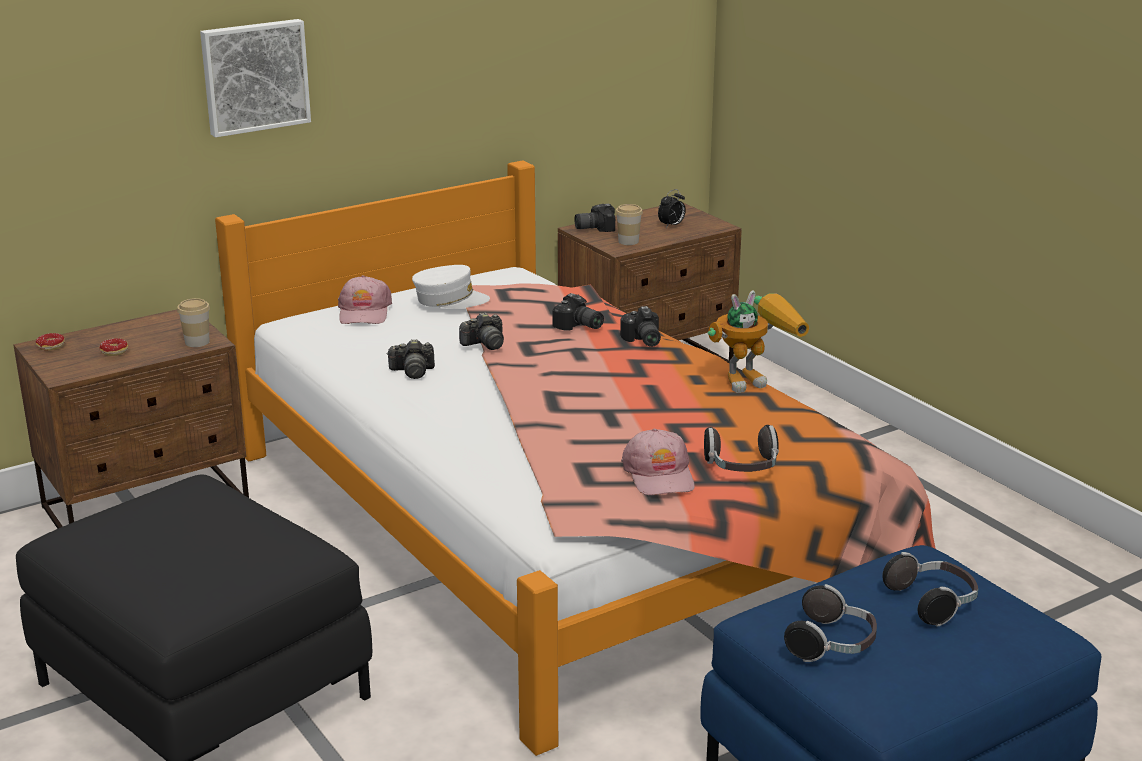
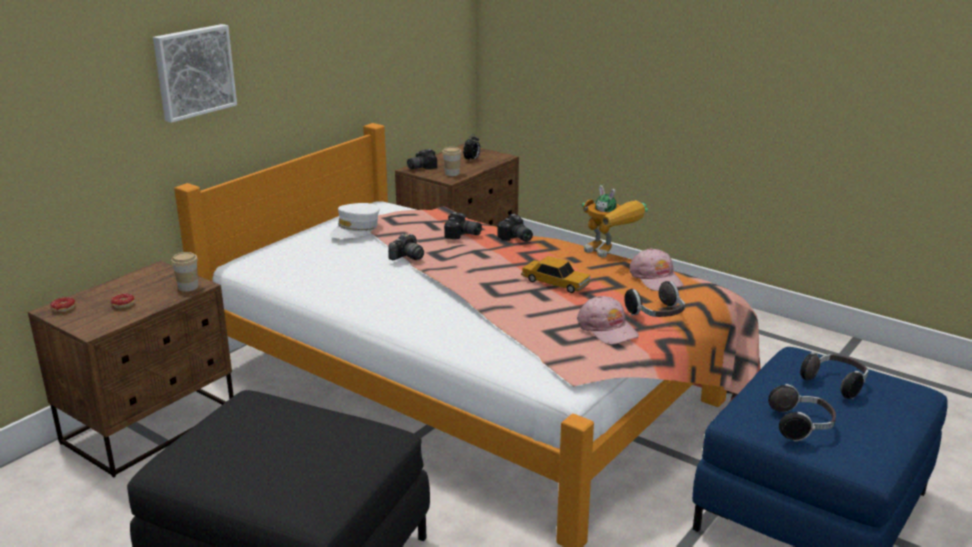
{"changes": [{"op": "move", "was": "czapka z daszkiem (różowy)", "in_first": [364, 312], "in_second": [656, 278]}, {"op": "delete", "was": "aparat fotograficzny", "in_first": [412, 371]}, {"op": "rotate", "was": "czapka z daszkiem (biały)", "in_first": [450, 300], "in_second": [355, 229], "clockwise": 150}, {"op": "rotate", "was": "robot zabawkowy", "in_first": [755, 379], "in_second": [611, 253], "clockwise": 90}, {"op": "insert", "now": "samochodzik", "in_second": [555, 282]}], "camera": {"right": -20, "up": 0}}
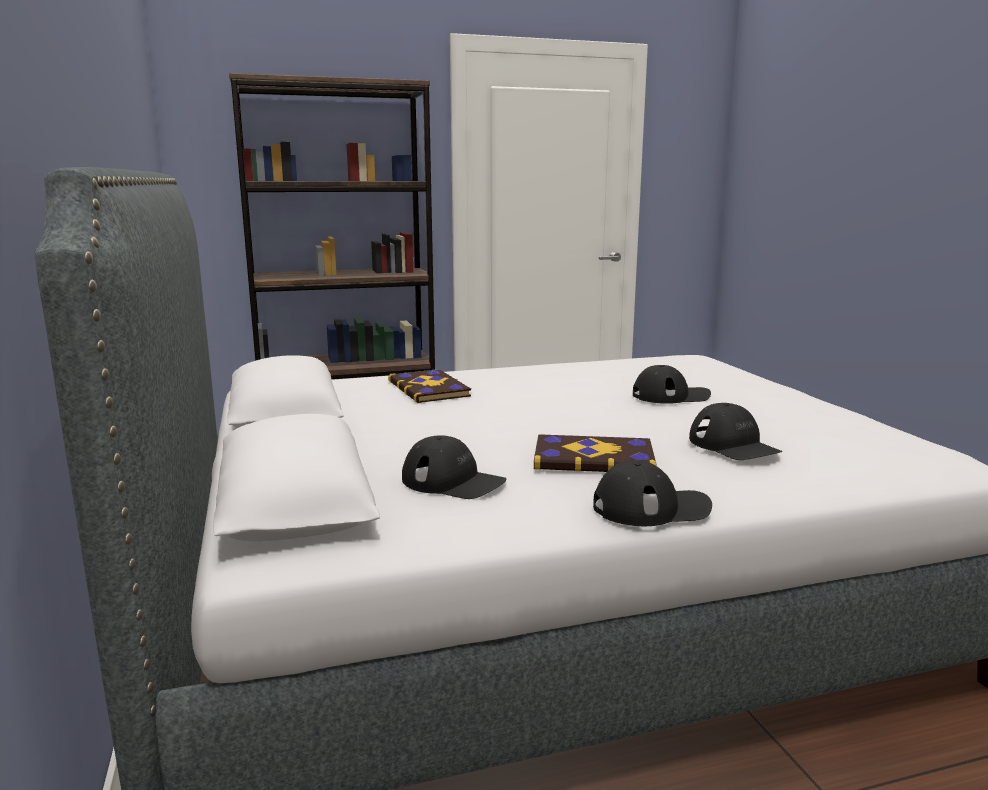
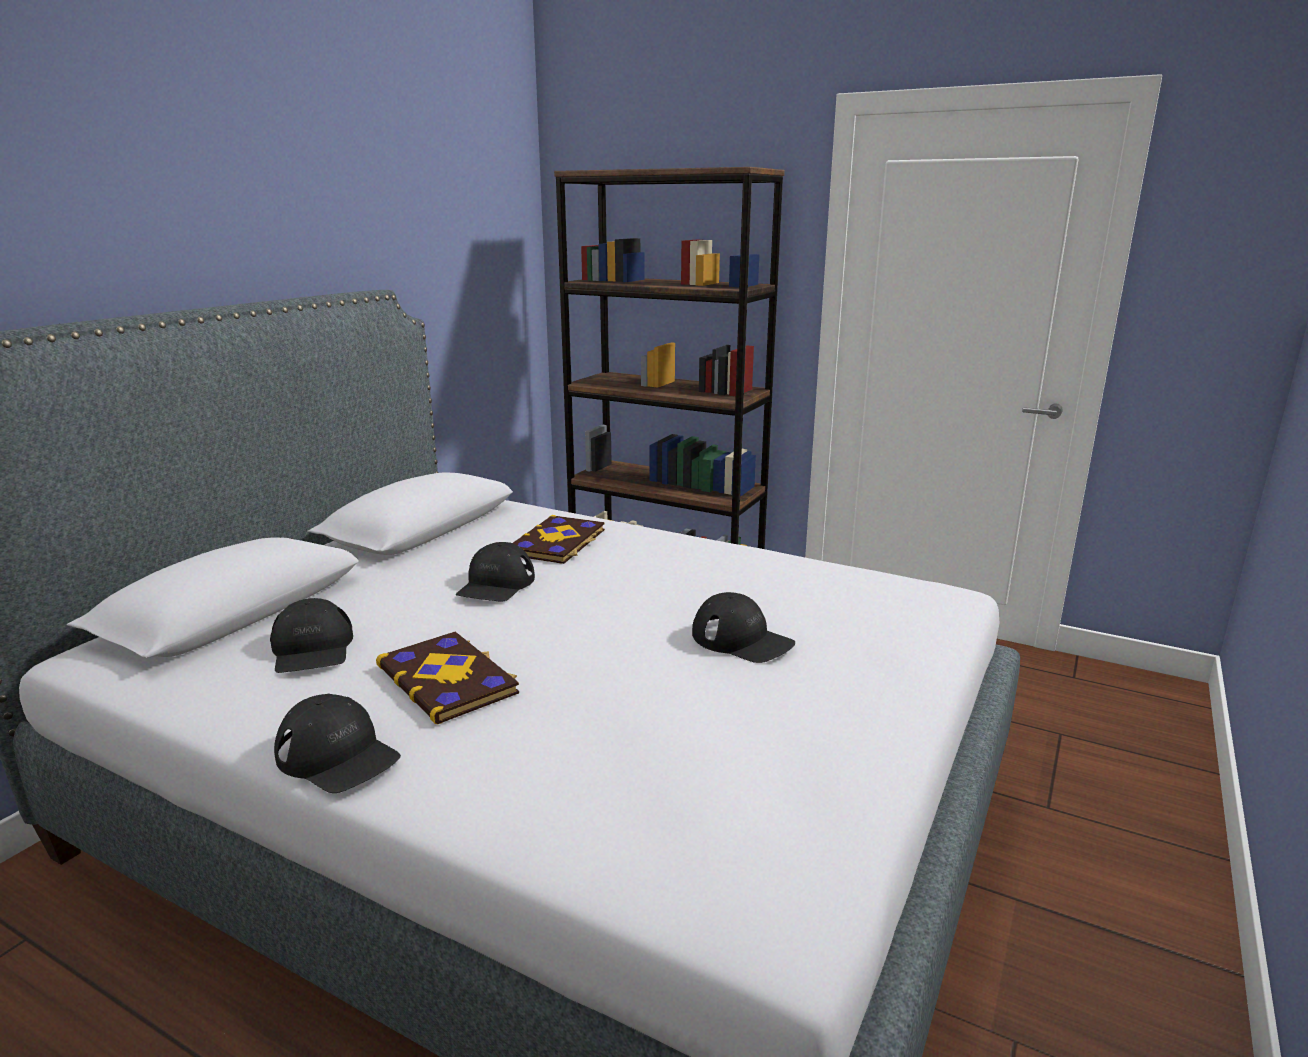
{"changes": [{"op": "move", "was": "czapka z daszkiem (czarny)", "in_first": [733, 445], "in_second": [496, 584]}], "camera": {"right": 45, "up": 5}}
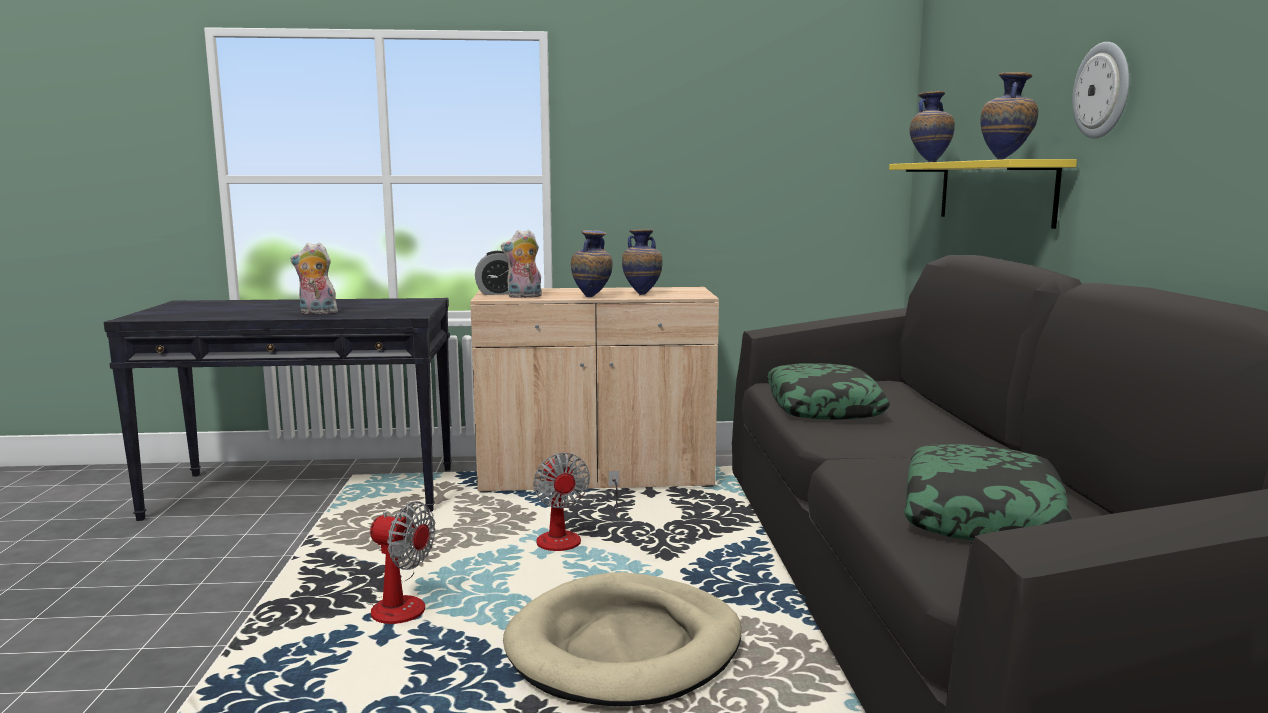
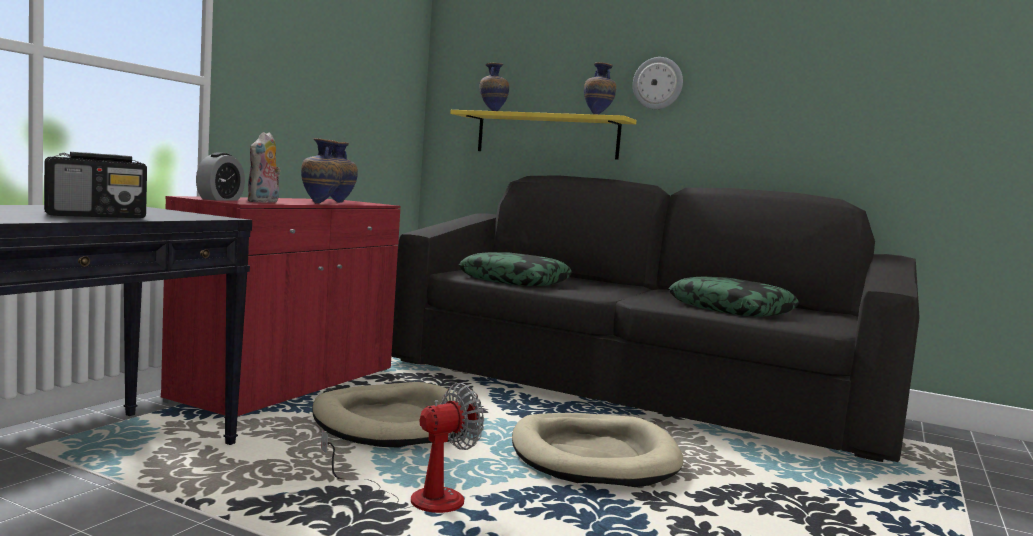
{"changes": [{"op": "replace", "was": "pluszak", "now": "radio", "in_first": [316, 313], "in_second": [97, 216]}, {"op": "recolor", "was": "szafka (beżowy)", "now": "szafka (czerwony)", "in_first": [596, 477], "in_second": [288, 385]}, {"op": "replace", "was": "wentylator", "now": "legowisko (beżowy)", "in_first": [569, 537], "in_second": [393, 422]}], "camera": {"right": -60, "up": -5}}
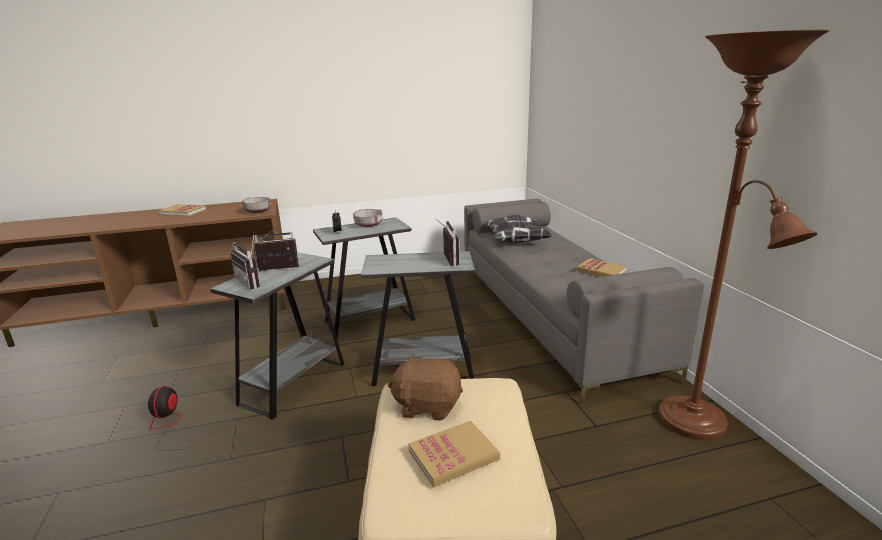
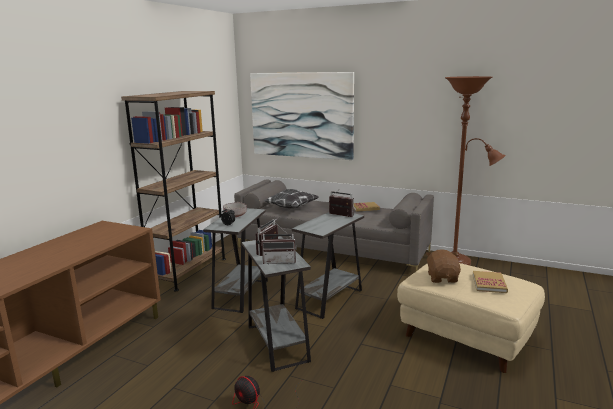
{"changes": [{"op": "delete", "was": "książka", "in_first": [183, 212]}, {"op": "delete", "was": "miska (szary)", "in_first": [258, 212]}, {"op": "rotate", "was": "pluszak (brązowy)", "in_first": [427, 406], "in_second": [442, 278], "clockwise": 135}, {"op": "insert", "now": "regał (brązowy)", "in_second": [188, 271]}, {"op": "insert", "now": "obraz", "in_second": [301, 115]}], "camera": {"right": -50, "up": -5}}
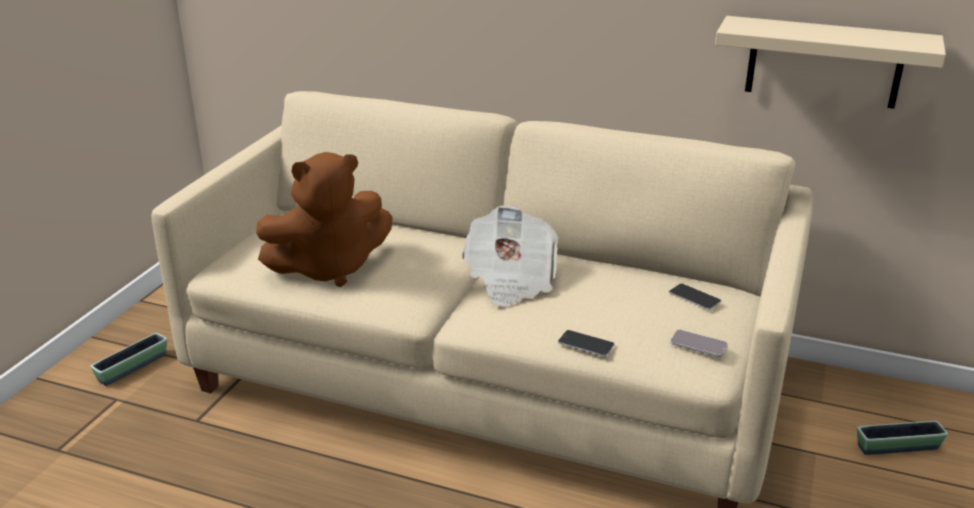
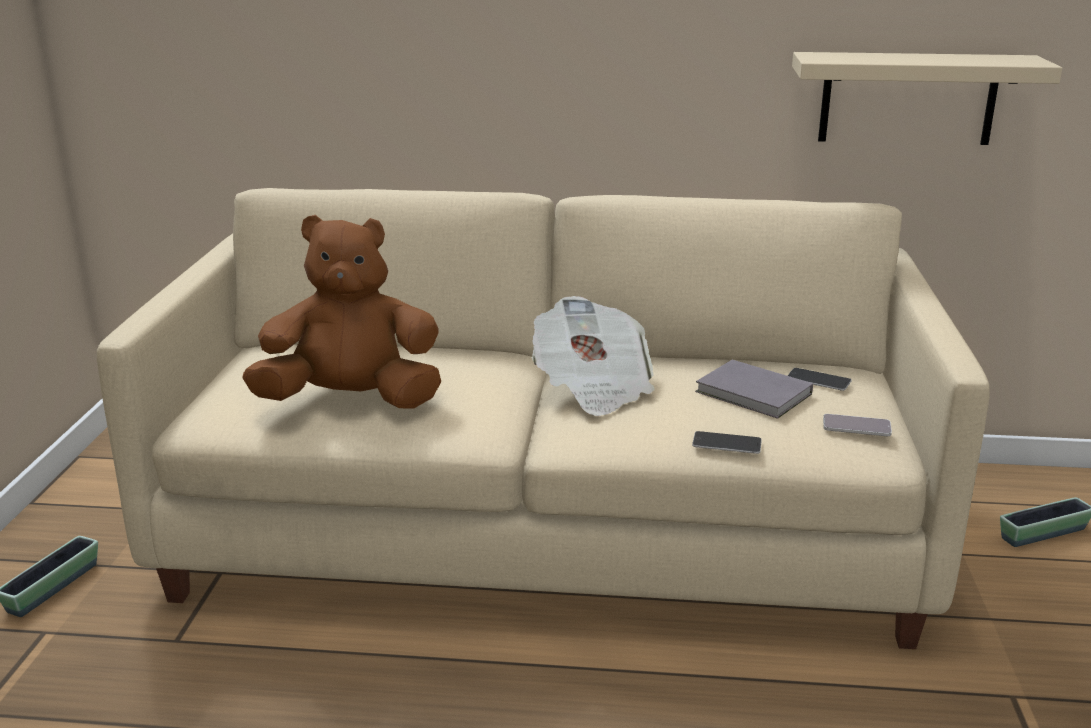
{"changes": [{"op": "rotate", "was": "pluszak (brązowy)", "in_first": [329, 268], "in_second": [351, 401], "clockwise": -150}, {"op": "insert", "now": "książka (szary)", "in_second": [755, 394]}], "camera": {"right": -15, "up": -5}}
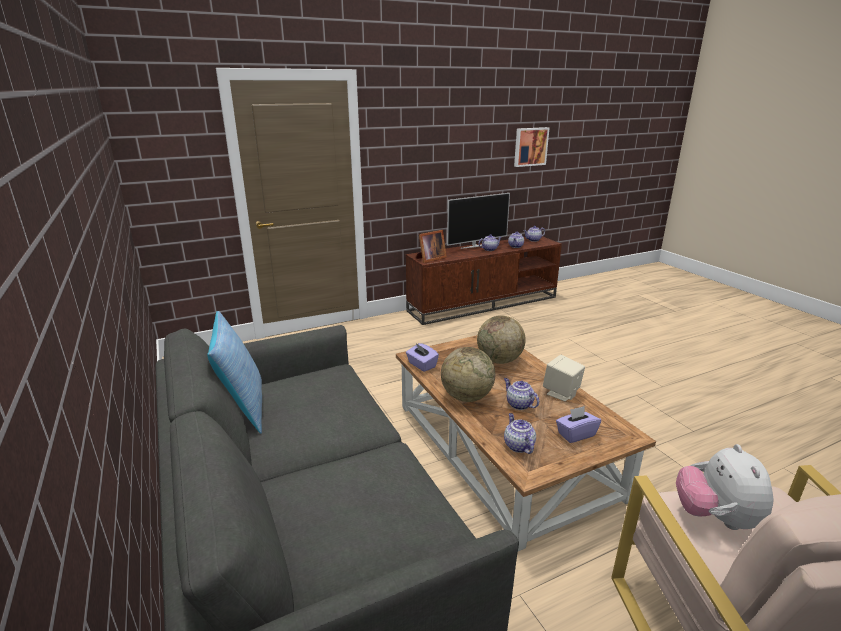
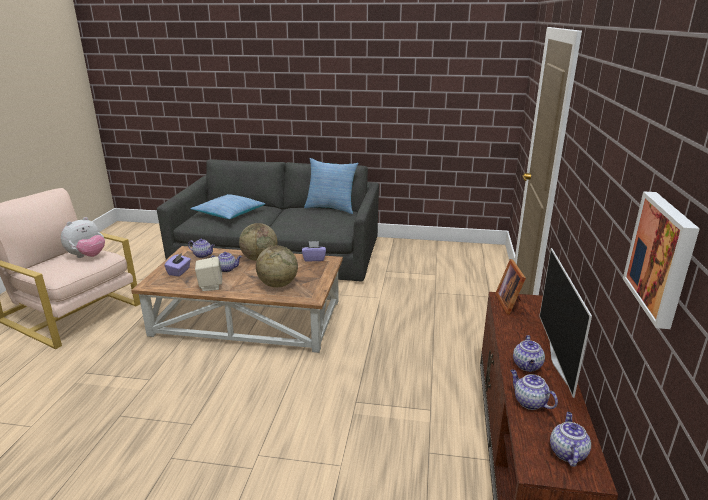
{"changes": [{"op": "rotate", "was": "pluszak", "in_first": [715, 518], "in_second": [87, 256], "clockwise": 90}, {"op": "insert", "now": "poduszka", "in_second": [229, 213]}], "camera": {"right": 125, "up": 0}}
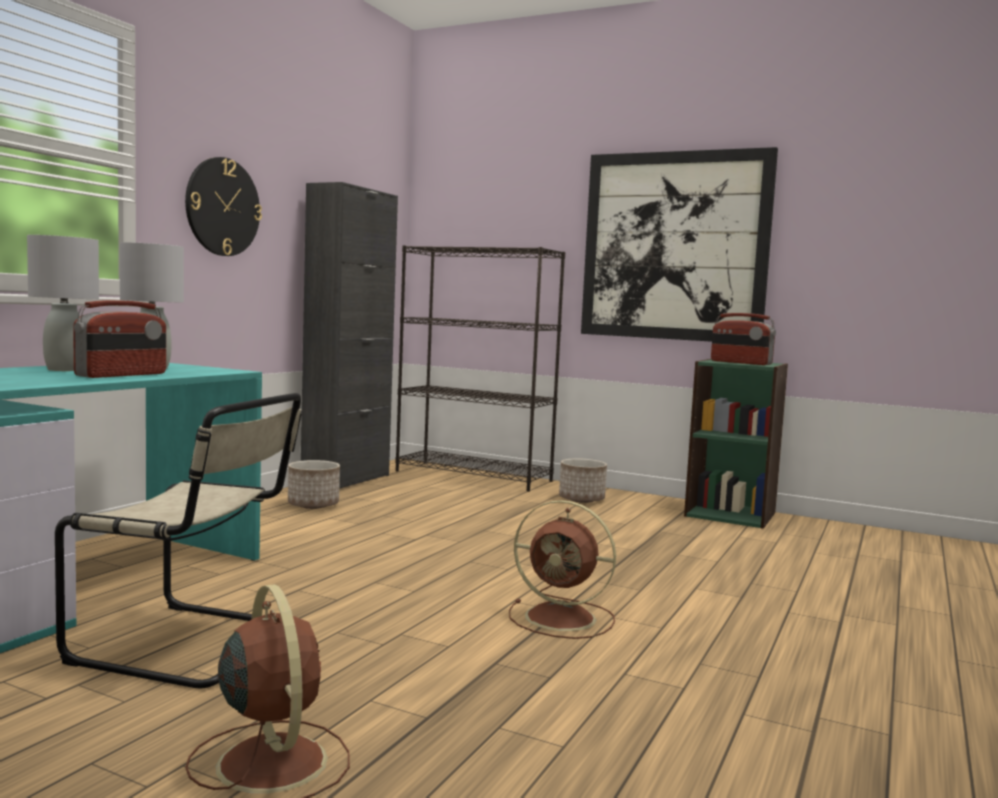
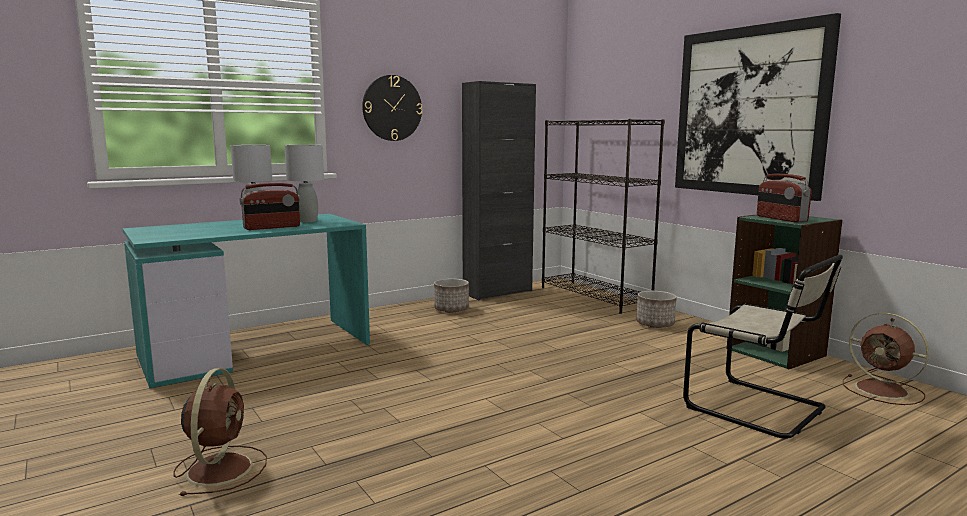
{"changes": [{"op": "move", "was": "krzesło (beżowy)", "in_first": [193, 645], "in_second": [759, 409]}, {"op": "move", "was": "wentylator (brązowy)", "in_first": [563, 618], "in_second": [884, 390]}], "camera": {"right": 30, "up": 5}}
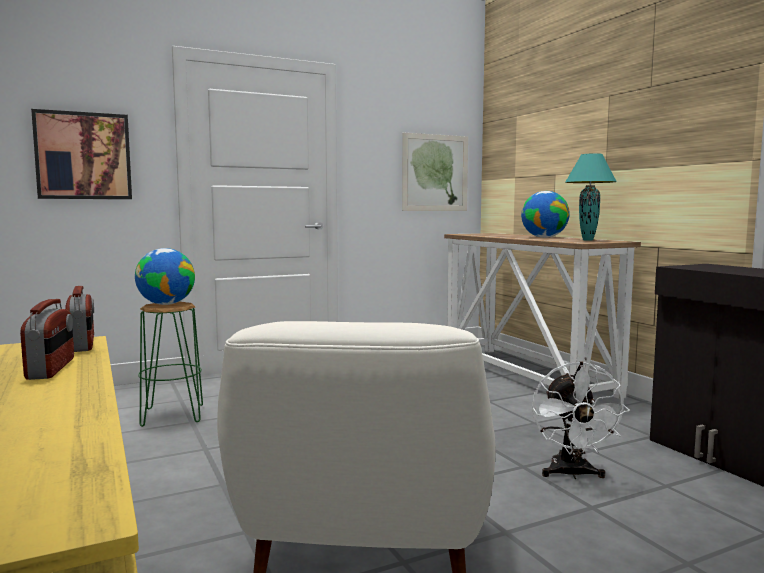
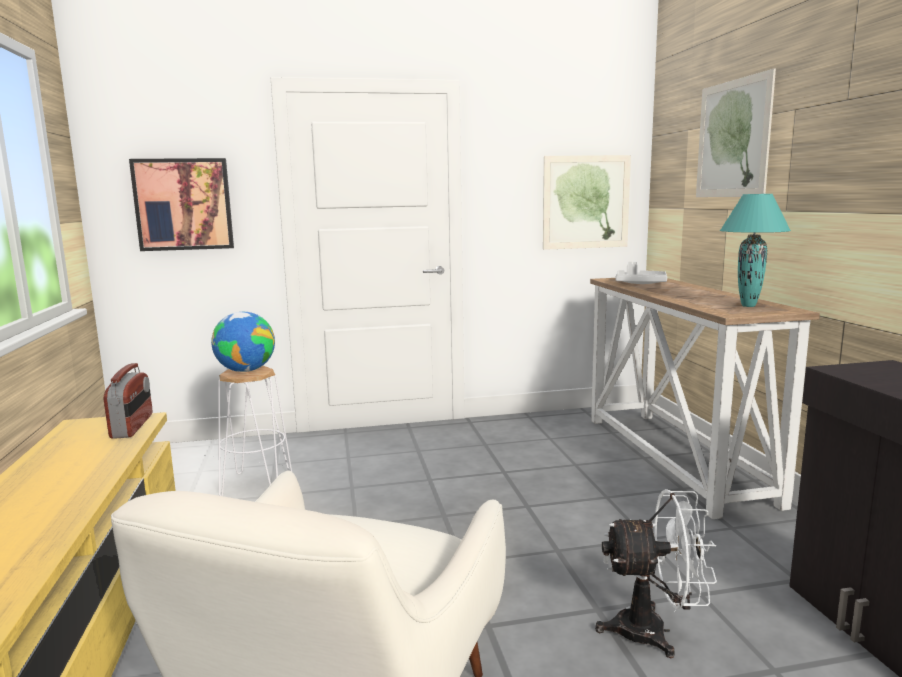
{"changes": [{"op": "delete", "was": "radio", "in_first": [51, 369]}, {"op": "recolor", "was": "stołek (zielony)", "now": "stołek (biały)", "in_first": [172, 415], "in_second": [256, 485]}, {"op": "delete", "was": "globus", "in_first": [544, 237]}, {"op": "rotate", "was": "wentylator (biały)", "in_first": [572, 474], "in_second": [654, 631], "clockwise": -105}, {"op": "insert", "now": "taca (szary)", "in_second": [640, 283]}, {"op": "insert", "now": "obraz", "in_second": [732, 139]}], "camera": {"right": 15, "up": 5}}
